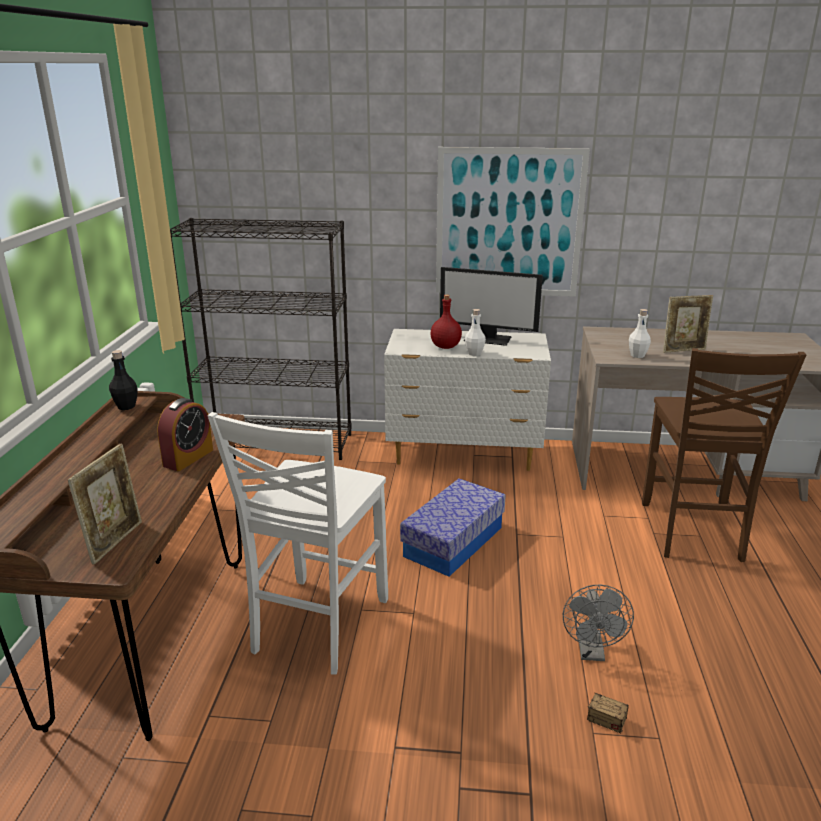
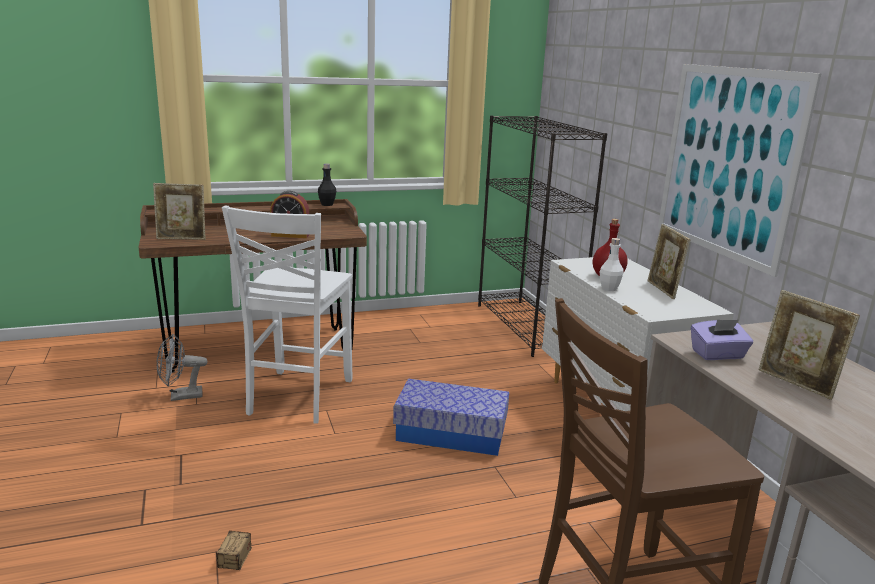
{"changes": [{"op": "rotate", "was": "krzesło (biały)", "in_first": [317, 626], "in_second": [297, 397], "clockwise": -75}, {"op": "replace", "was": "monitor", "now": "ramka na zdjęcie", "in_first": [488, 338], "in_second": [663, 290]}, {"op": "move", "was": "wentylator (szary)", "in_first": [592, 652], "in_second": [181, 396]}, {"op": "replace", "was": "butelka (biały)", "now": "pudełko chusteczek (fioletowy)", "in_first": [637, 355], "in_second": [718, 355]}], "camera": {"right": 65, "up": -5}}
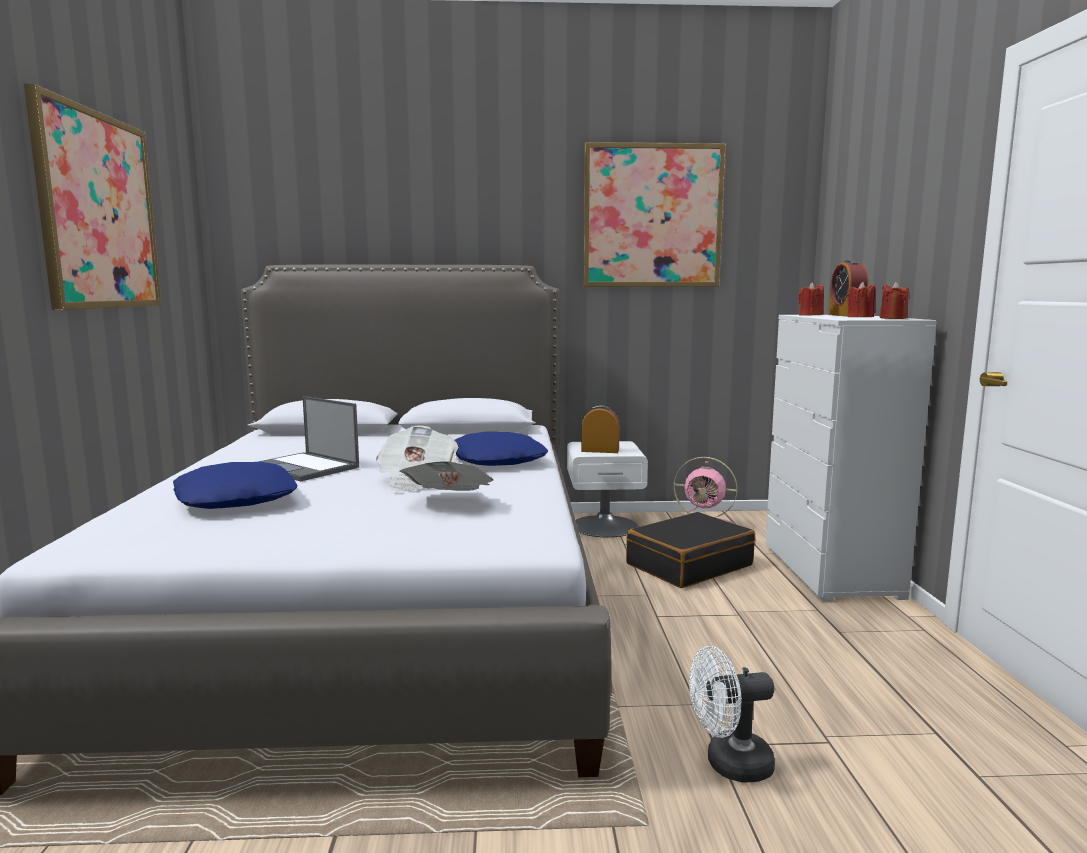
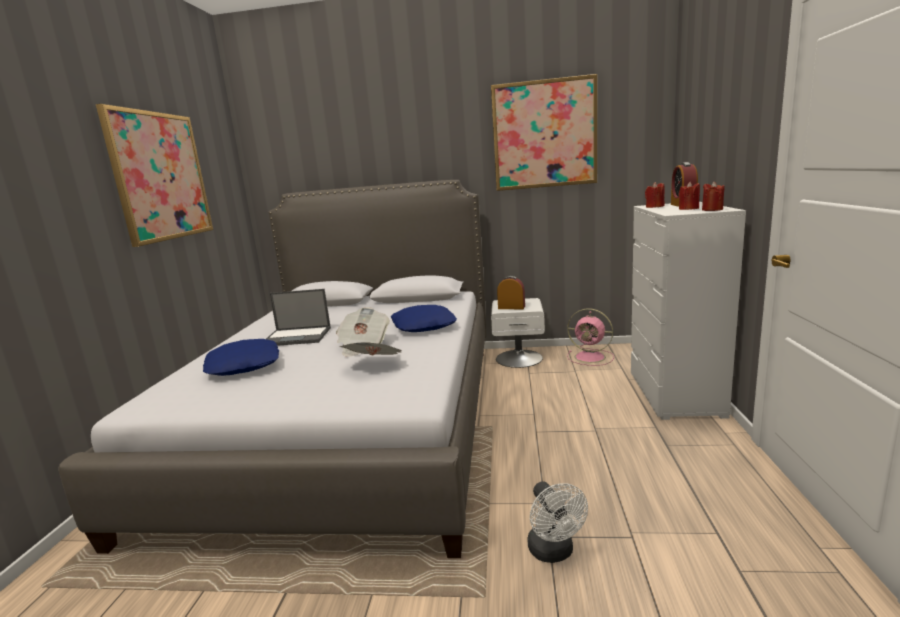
{"changes": [{"op": "rotate", "was": "laptop", "in_first": [305, 467], "in_second": [298, 336], "clockwise": -45}, {"op": "delete", "was": "walizka (czarny)", "in_first": [688, 565]}, {"op": "rotate", "was": "wentylator (biały)", "in_first": [729, 765], "in_second": [554, 552], "clockwise": -105}], "camera": {"right": 10, "up": 5}}
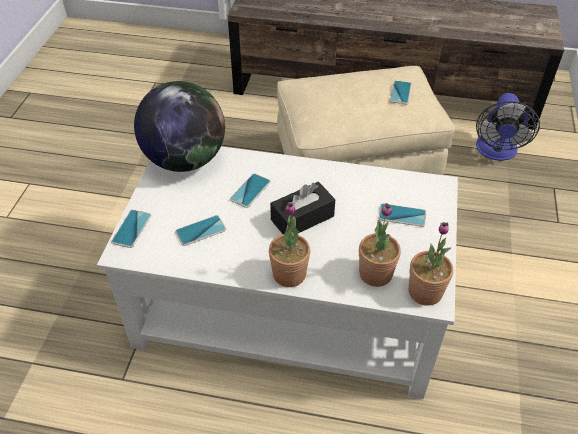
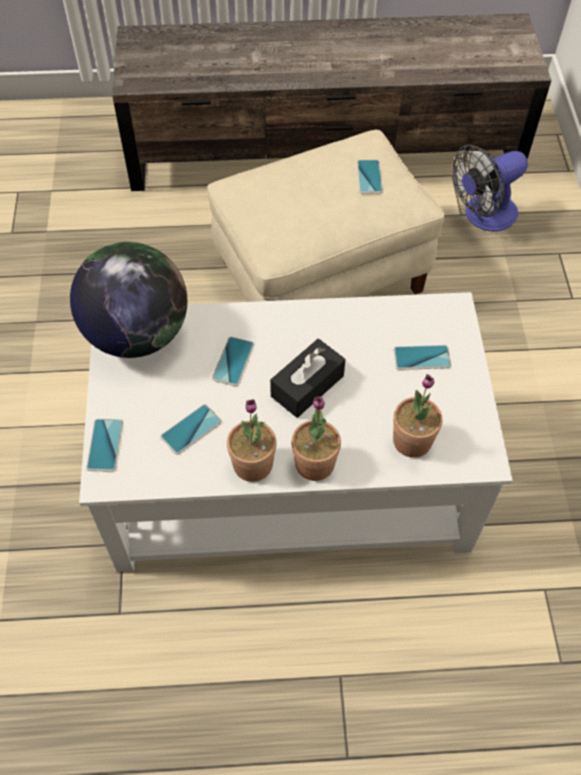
{"changes": [{"op": "move", "was": "roślina doniczkowa", "in_first": [425, 292], "in_second": [253, 464]}, {"op": "rotate", "was": "wentylator", "in_first": [496, 152], "in_second": [483, 216], "clockwise": 60}], "camera": {"right": -15, "up": 10}}
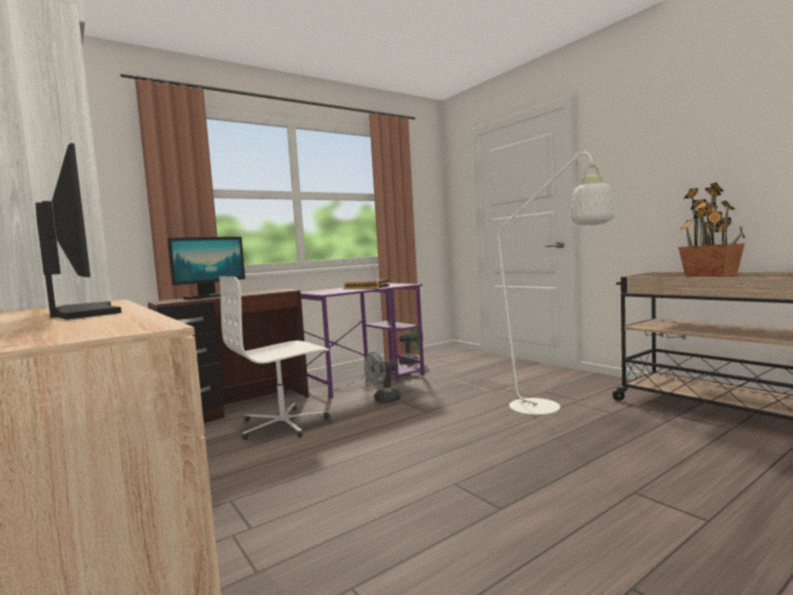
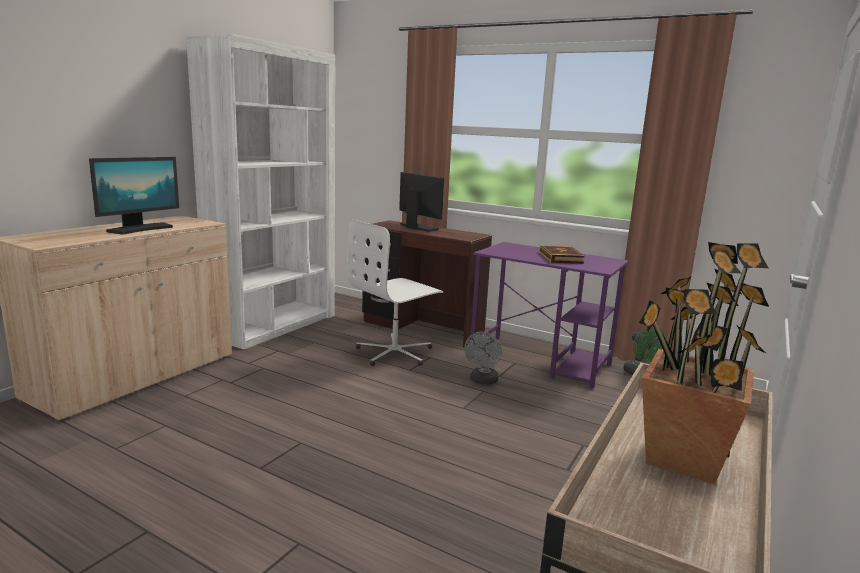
{"changes": [{"op": "rotate", "was": "monitor", "in_first": [211, 296], "in_second": [418, 227], "clockwise": -150}, {"op": "rotate", "was": "krzesło biurowe (biały)", "in_first": [284, 424], "in_second": [395, 353], "clockwise": -75}, {"op": "rotate", "was": "wentylator (szary)", "in_first": [383, 400], "in_second": [482, 381], "clockwise": -105}, {"op": "delete", "was": "lampa stojąca (biały)", "in_first": [545, 409]}], "camera": {"right": 65, "up": 10}}
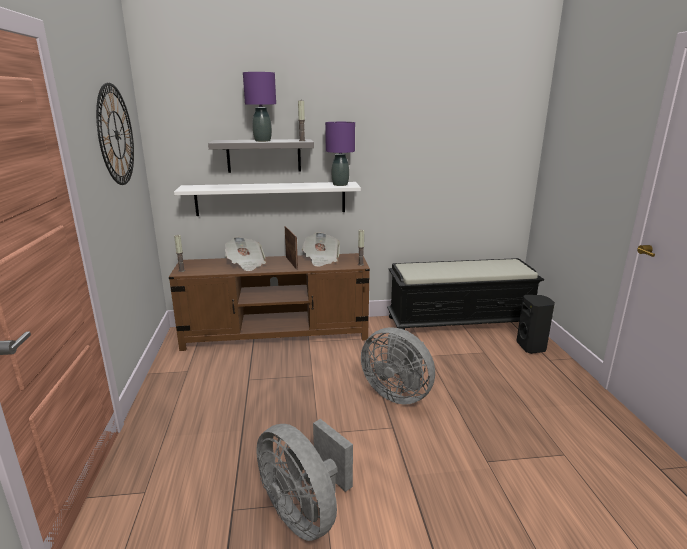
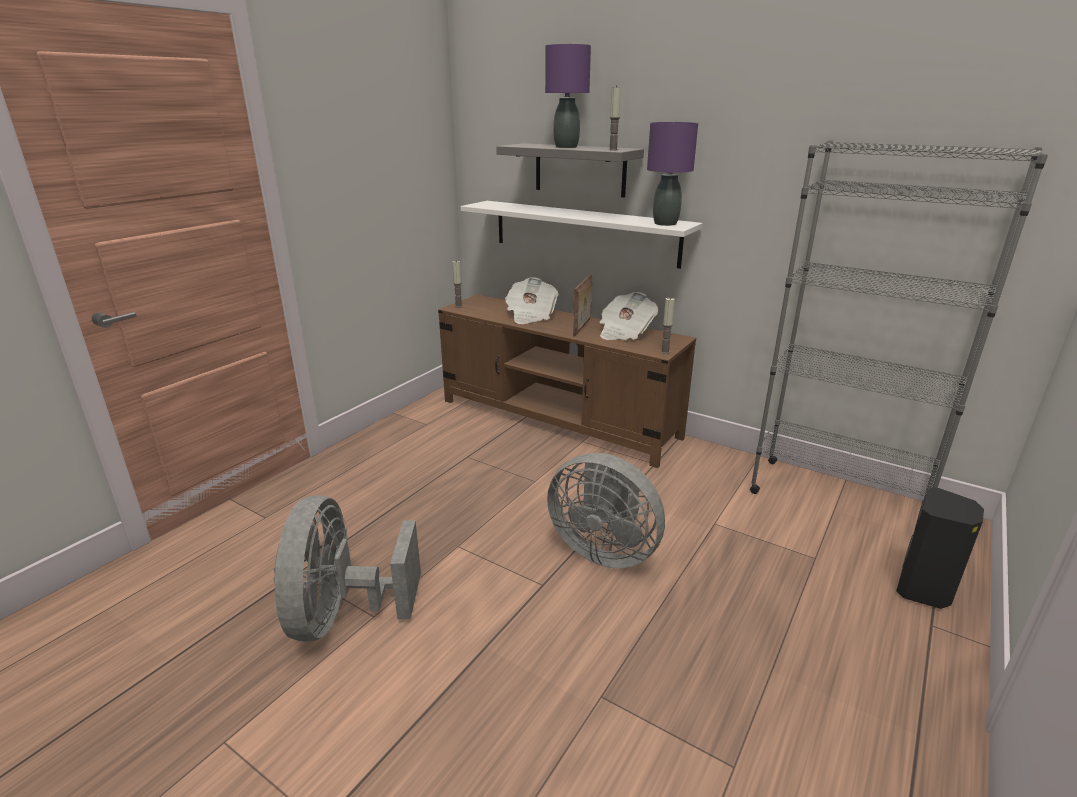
{"changes": [{"op": "delete", "was": "zegar ścienny", "in_first": [116, 135]}, {"op": "rotate", "was": "wentylator (szary)", "in_first": [397, 393], "in_second": [604, 549], "clockwise": -45}, {"op": "replace", "was": "ławka (czarny)", "now": "regał (szary)", "in_first": [459, 322], "in_second": [836, 498]}], "camera": {"right": 40, "up": 5}}
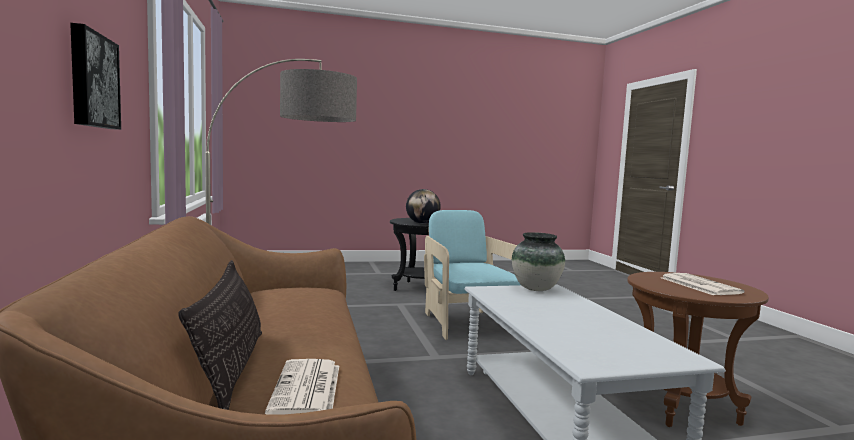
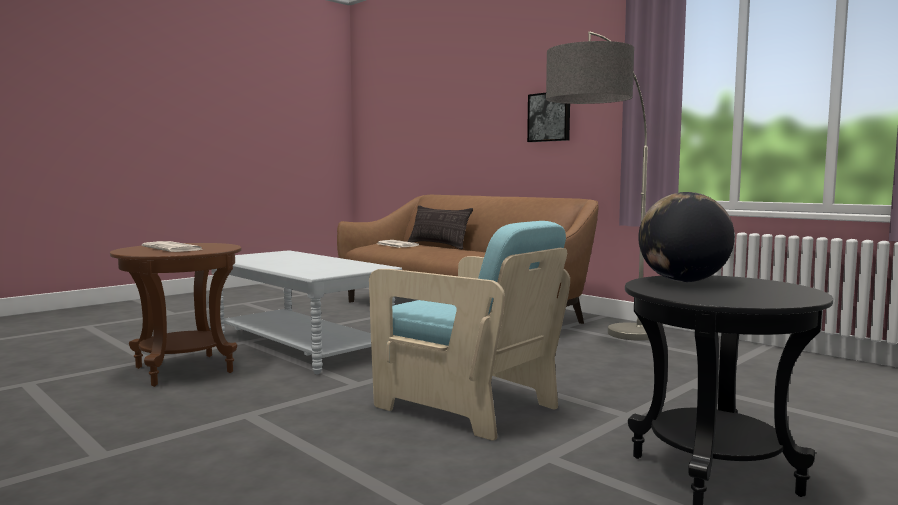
{"changes": [{"op": "delete", "was": "wazon", "in_first": [536, 289]}], "camera": {"right": 150, "up": 0}}
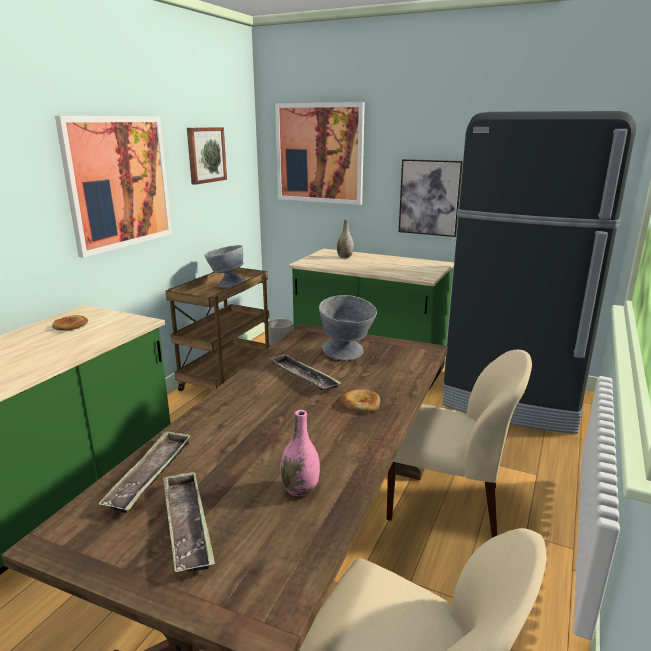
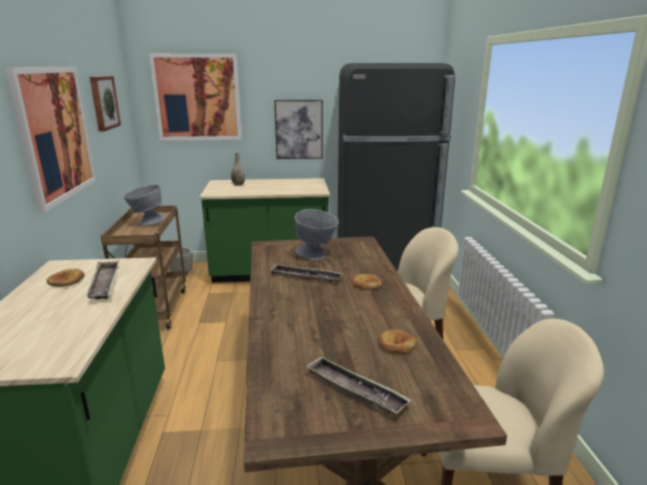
{"changes": [{"op": "move", "was": "taca", "in_first": [150, 475], "in_second": [105, 284]}, {"op": "replace", "was": "wazon (różowy)", "now": "chleb", "in_first": [300, 489], "in_second": [396, 344]}], "camera": {"right": -30, "up": 0}}
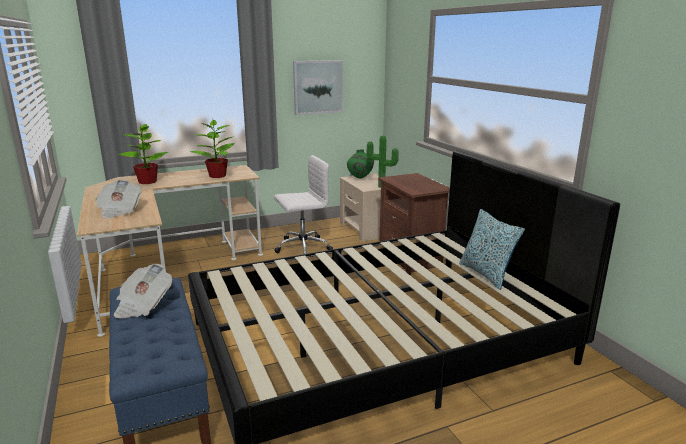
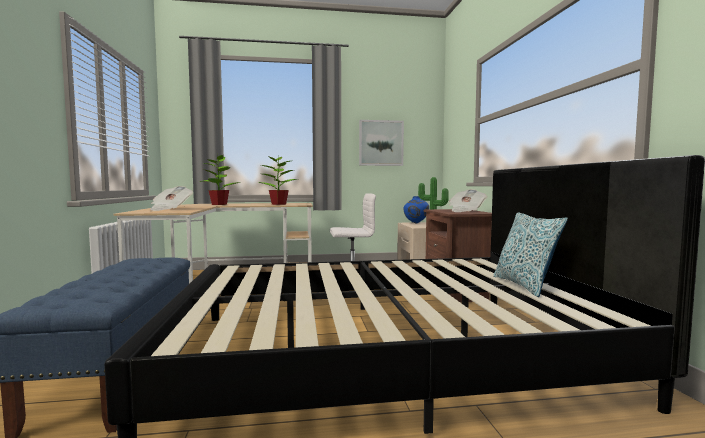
{"changes": [{"op": "move", "was": "gazeta", "in_first": [143, 305], "in_second": [466, 211]}, {"op": "recolor", "was": "wazon (zielony)", "now": "wazon (niebieski)", "in_first": [360, 178], "in_second": [415, 223]}], "camera": {"right": 15, "up": -15}}
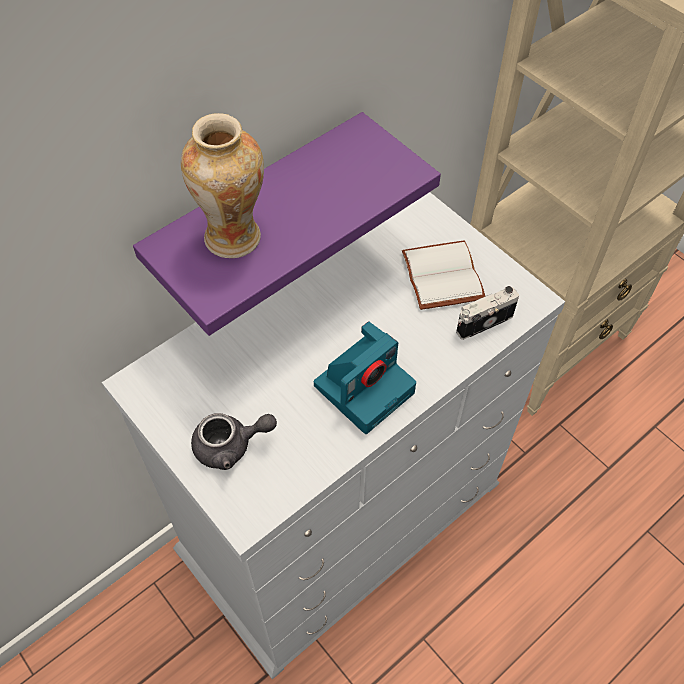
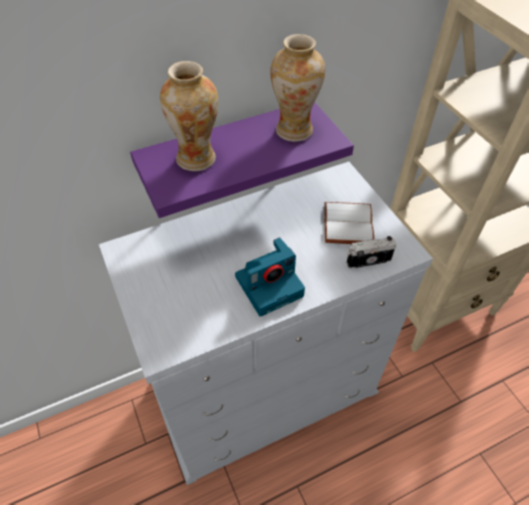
{"changes": [{"op": "delete", "was": "imbryk (szary)", "in_first": [231, 446]}, {"op": "insert", "now": "wazon", "in_second": [294, 130]}], "camera": {"right": 15, "up": -5}}
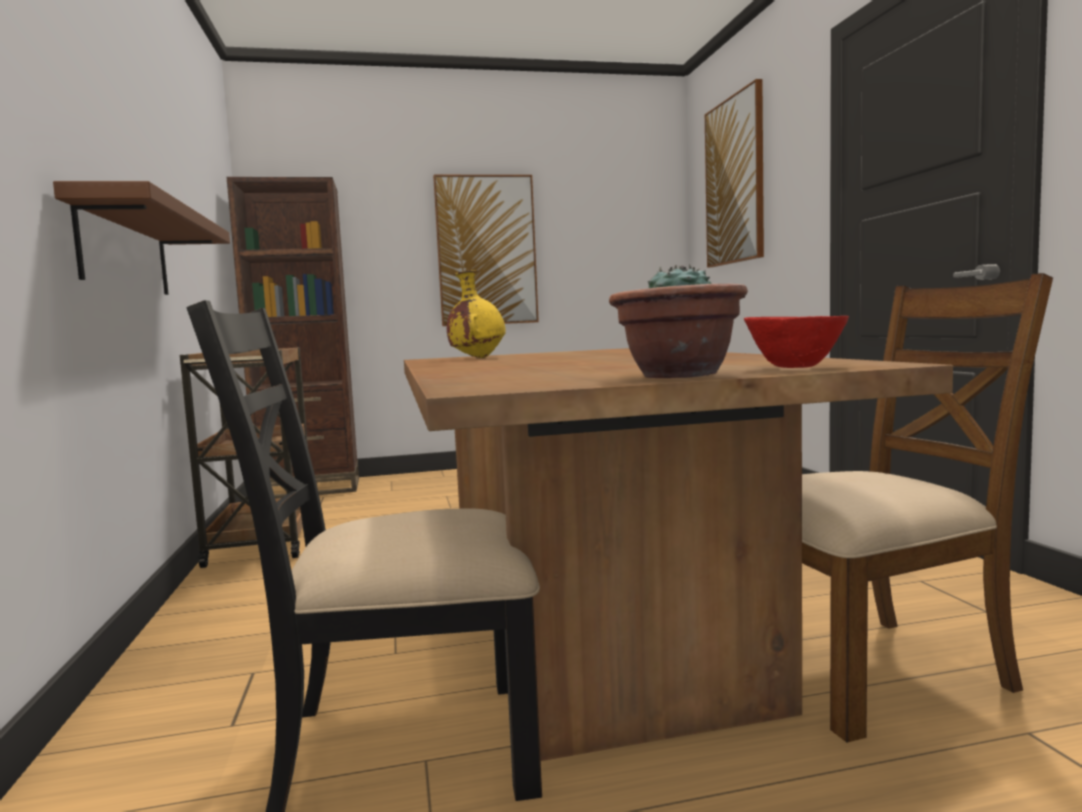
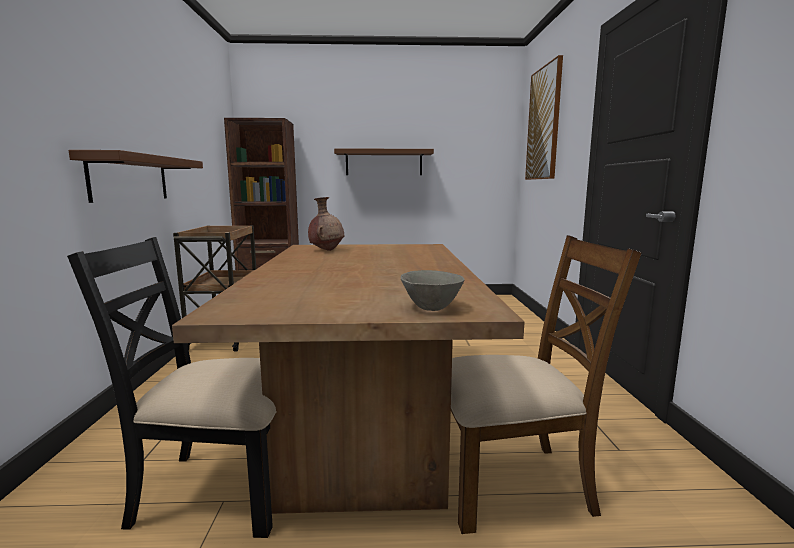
{"changes": [{"op": "replace", "was": "obraz", "now": "półka (brązowy)", "in_first": [486, 250], "in_second": [384, 162]}, {"op": "recolor", "was": "wazon (żółty)", "now": "wazon (brązowy)", "in_first": [477, 358], "in_second": [326, 250]}, {"op": "delete", "was": "roślina doniczkowa", "in_first": [678, 375]}, {"op": "recolor", "was": "miska (czerwony)", "now": "miska (szary)", "in_first": [796, 367], "in_second": [432, 308]}], "camera": {"right": 10, "up": 5}}
